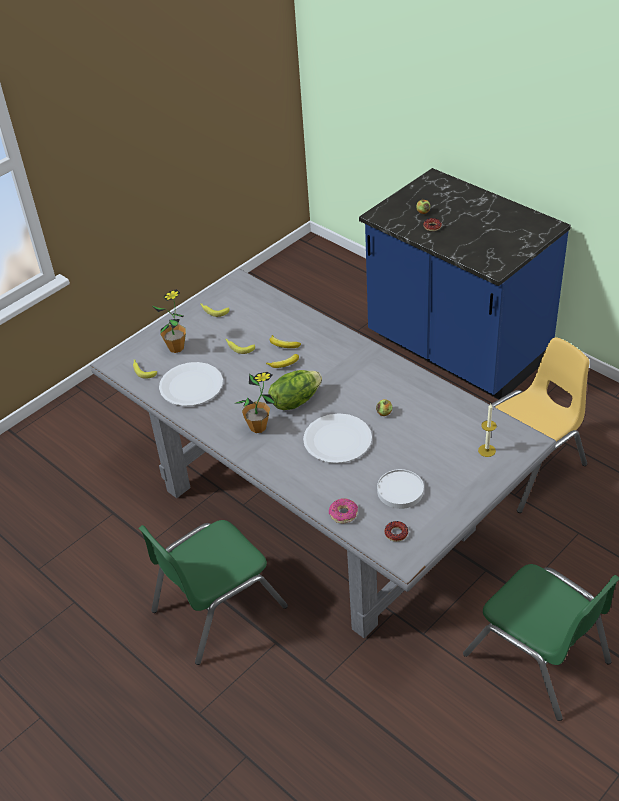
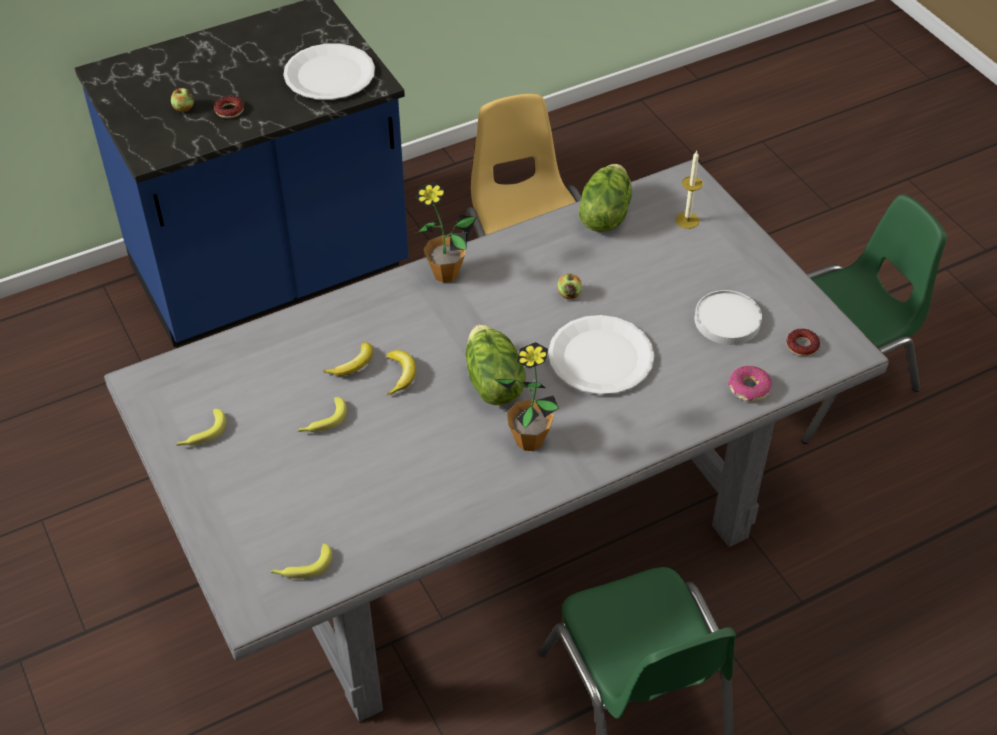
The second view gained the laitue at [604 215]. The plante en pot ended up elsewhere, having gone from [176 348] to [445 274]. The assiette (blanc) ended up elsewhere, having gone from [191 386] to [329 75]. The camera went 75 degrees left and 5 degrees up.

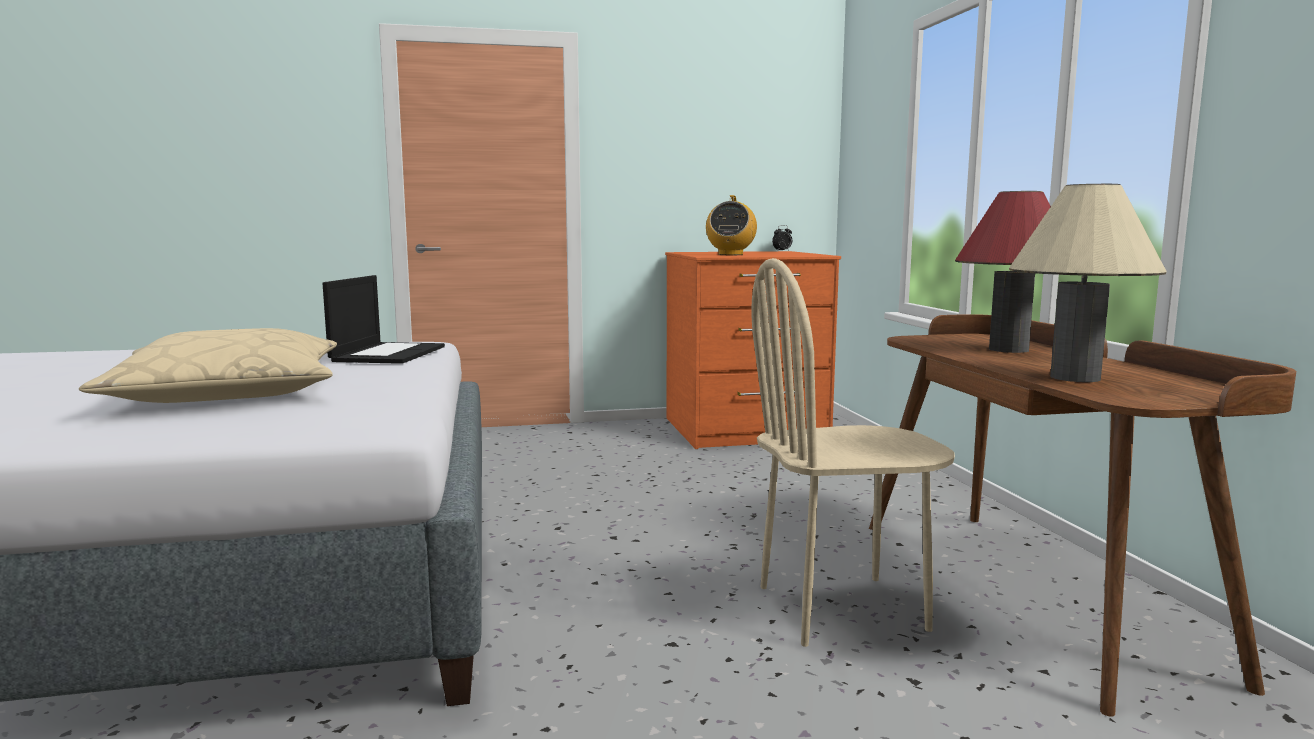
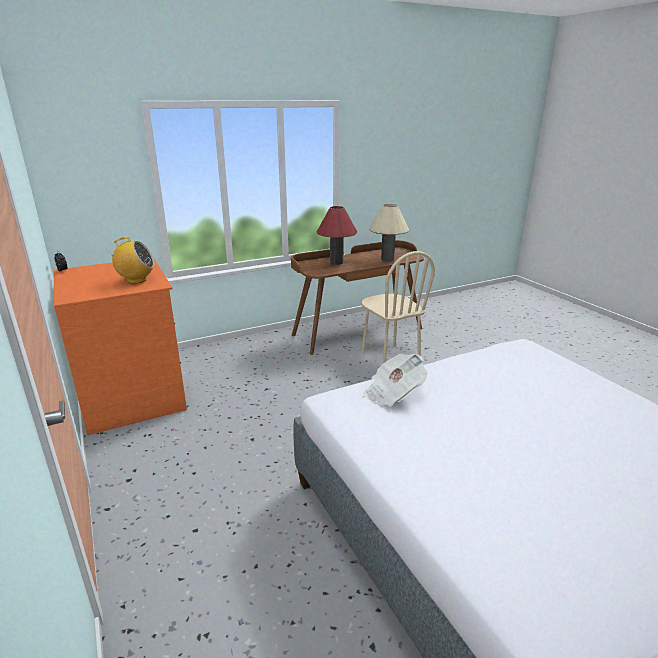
The second view lost the coussin (beige) at [229 393]. Where the ordinateur portable stood at [388 354], the journal came to stand at [393 393]. The camera went 105 degrees left and 15 degrees up.

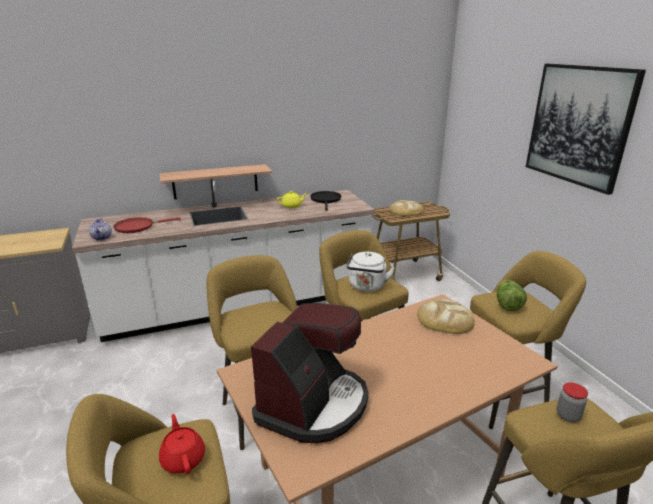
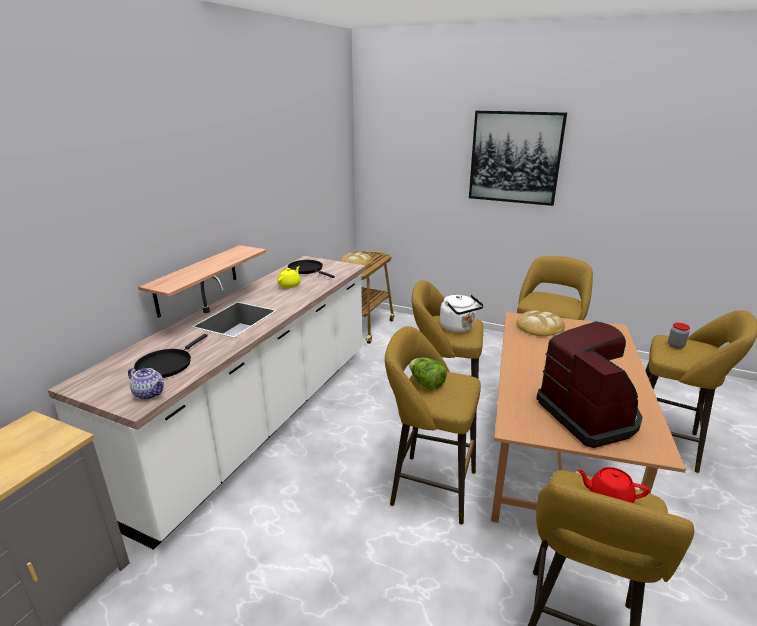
The laitue ended up elsewhere, having gone from [507 305] to [426 384]. What was the poêle (rouge) at [137 227] turned into the poêle (noir) at [167 365]. The camera went 45 degrees left and 0 degrees up.

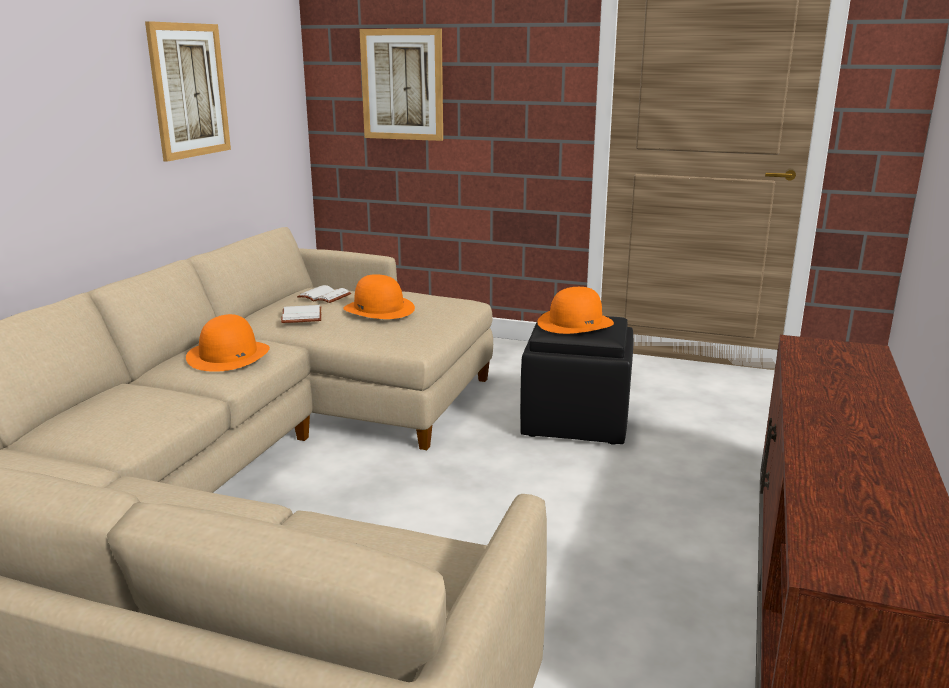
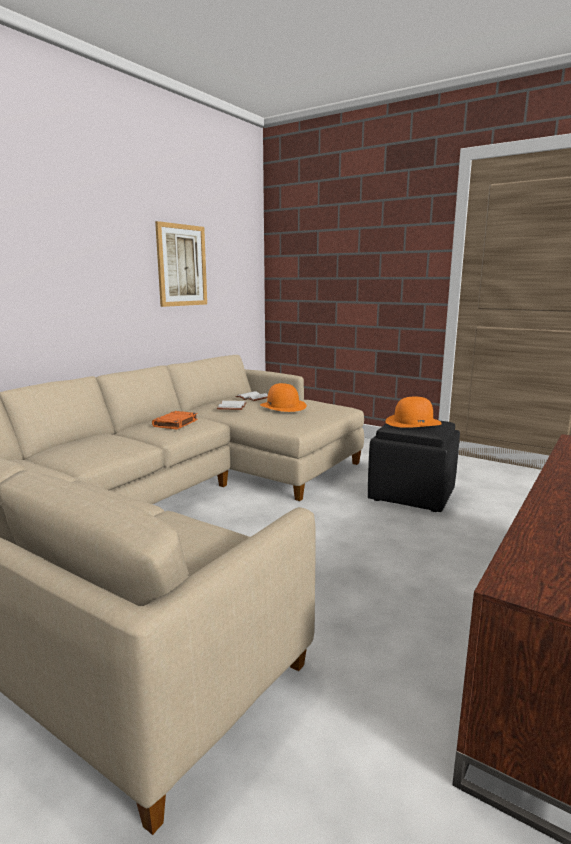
The second view lost the tableau at [402 85]. Where the chapeau (orange) stood at [228 355], the livre (orange) came to stand at [175 423]. The camera went 15 degrees right and 5 degrees down.

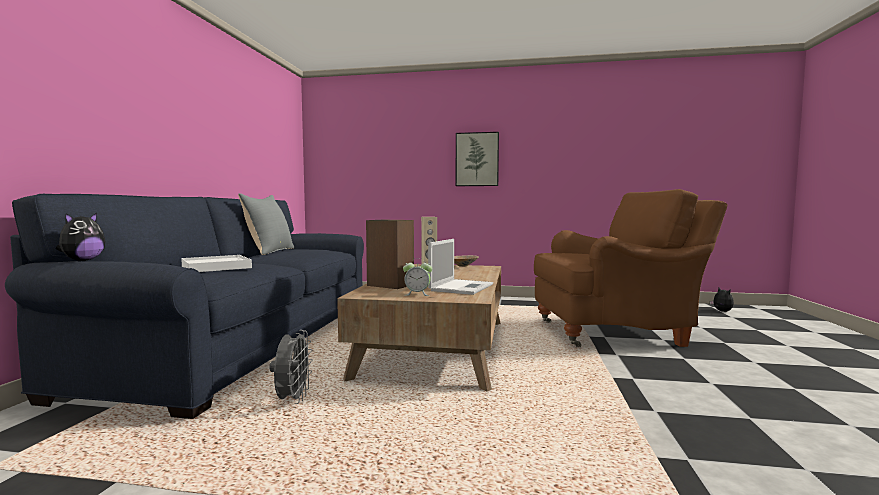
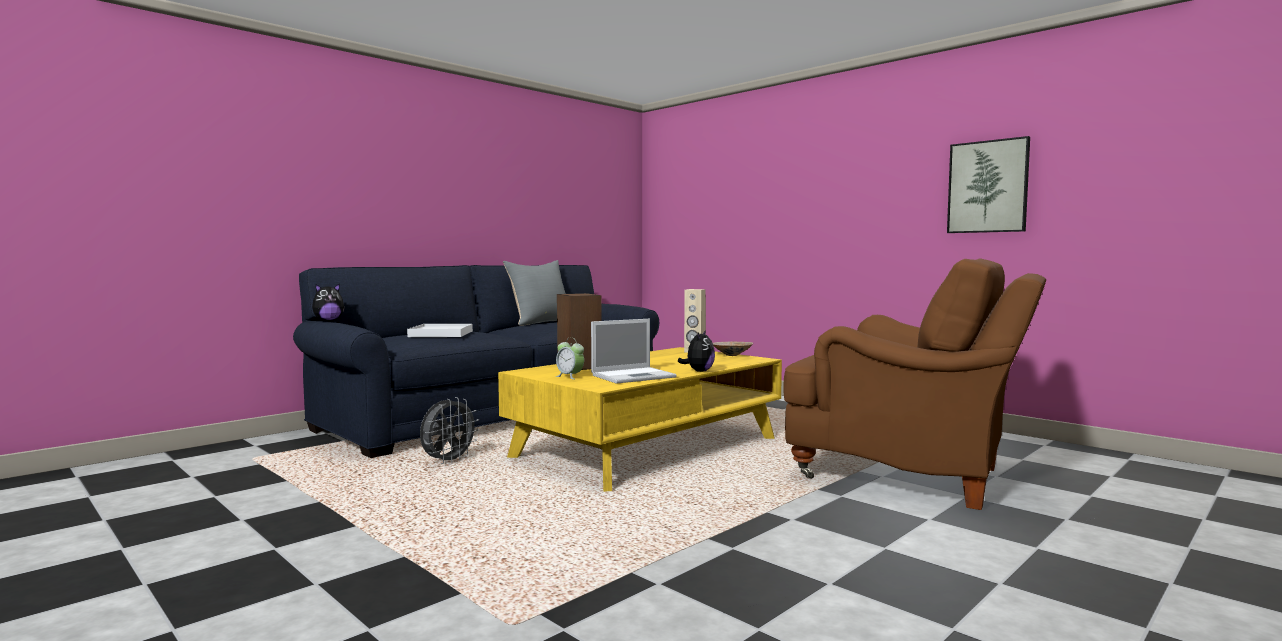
The tableau ended up elsewhere, having gone from [477 159] to [988 187]. The peluche ended up elsewhere, having gone from [721 311] to [698 371]. What was the table basse (marron) at [437 347] turned into the table basse (jaune) at [648 447]. The camera went 35 degrees right and 0 degrees up.

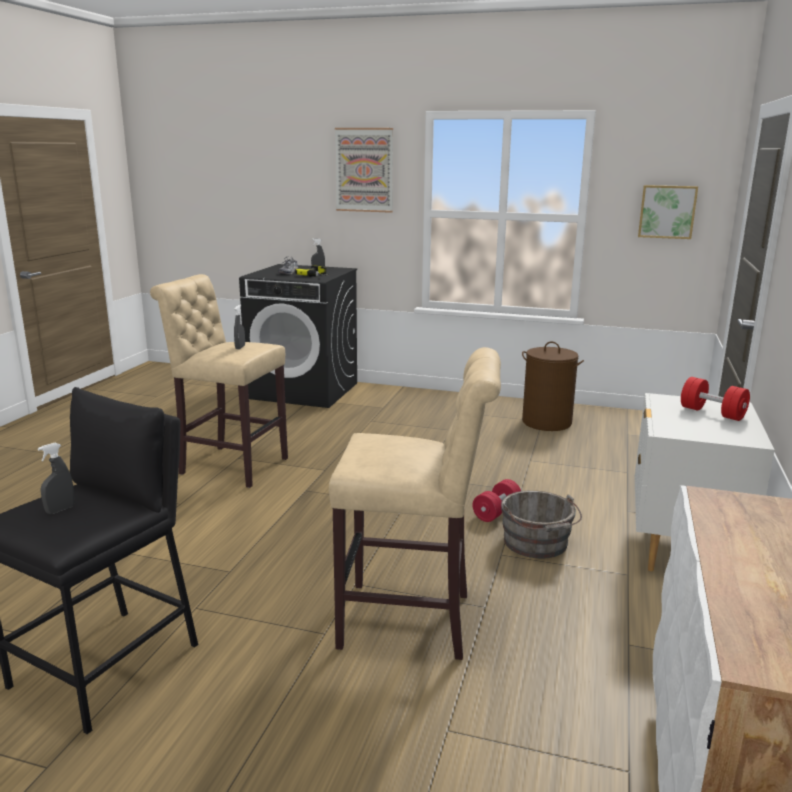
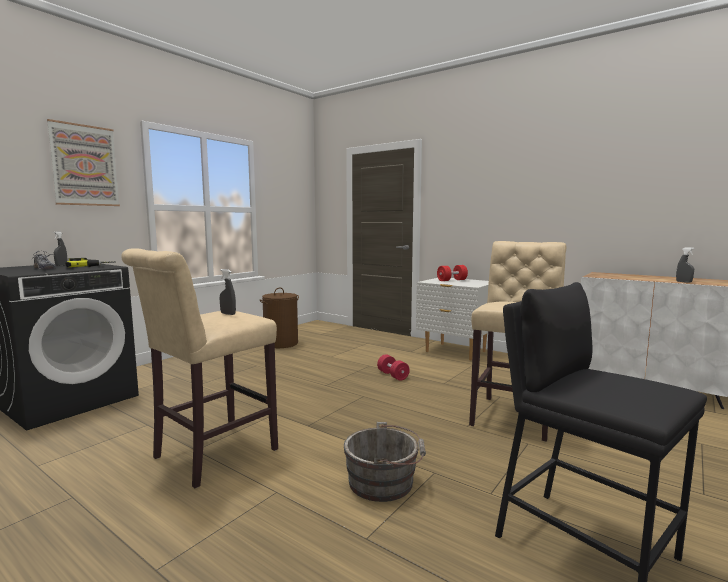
The second view lost the tableau at [667 211]. The vaporisateur (gris) ended up elsewhere, having gone from [60 510] to [683 282]. The seau (gris) ended up elsewhere, having gone from [537 544] to [385 482]. The camera went 70 degrees left and 10 degrees down.

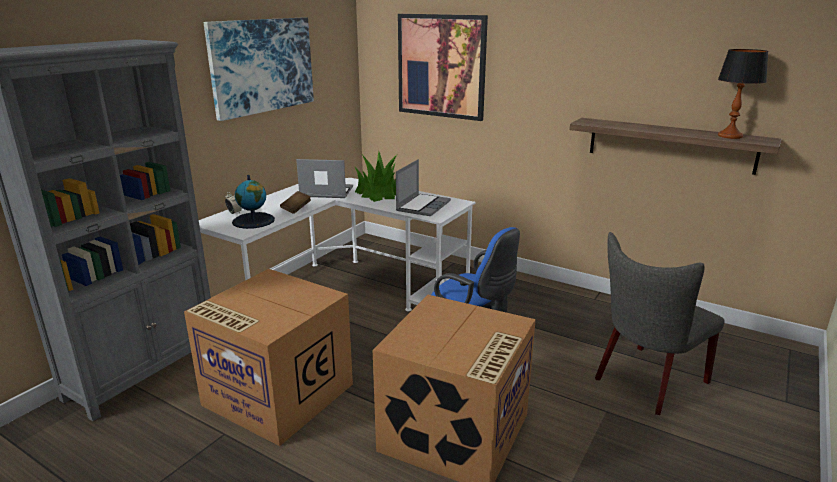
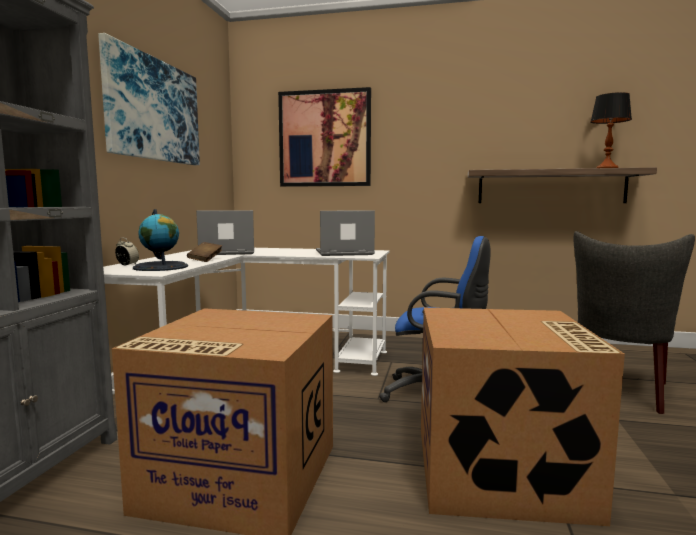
The second view lost the plante en pot at [380 193]. The ordinateur portable at [423 206] ended up facing another way, 105 degrees counterclockwise from before. The camera went 20 degrees left and 15 degrees down.

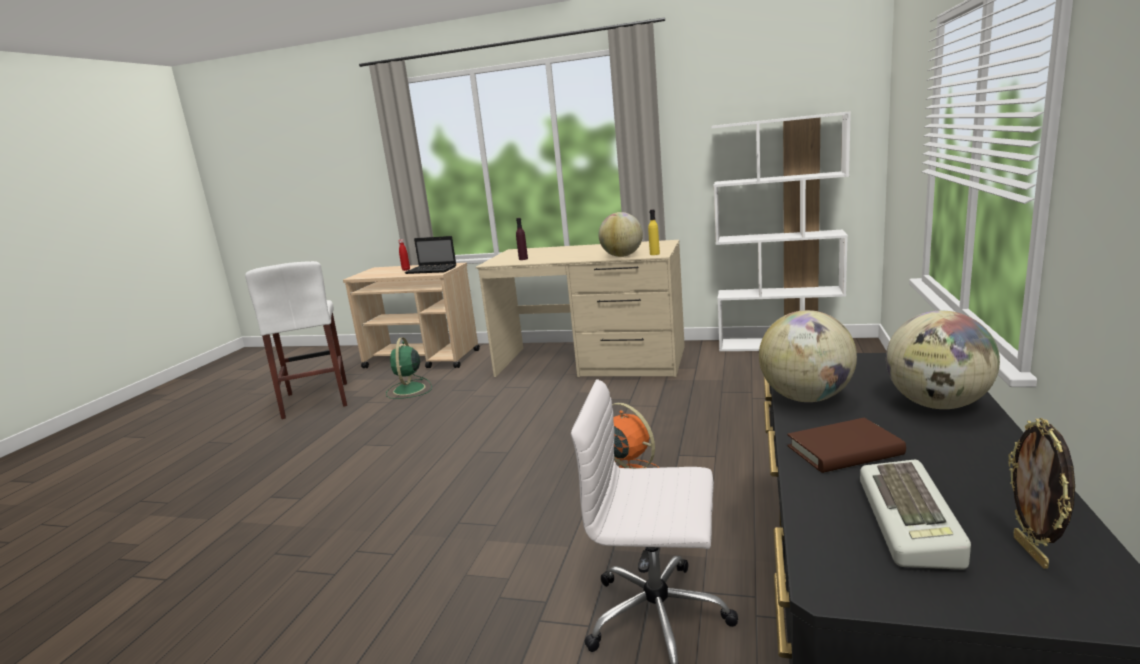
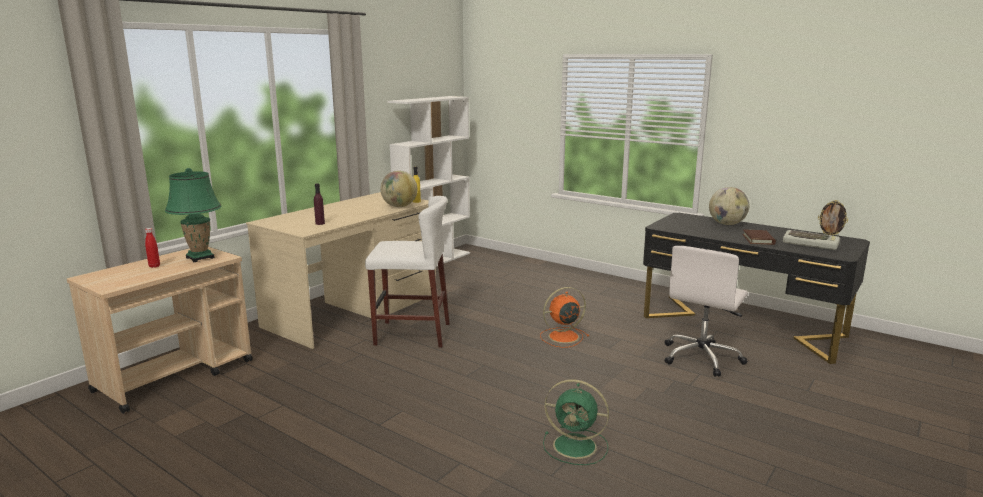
The second view lost the globe at [806 398]. The tabouret (blanc) ended up elsewhere, having gone from [316 400] to [412 334]. The ventilateur (vert) ended up elsewhere, having gone from [409 390] to [576 446]. Where the ordinateur portable stood at [432 270], the lampe de table (vert) came to stand at [200 258]. The camera went 70 degrees left and 0 degrees up.

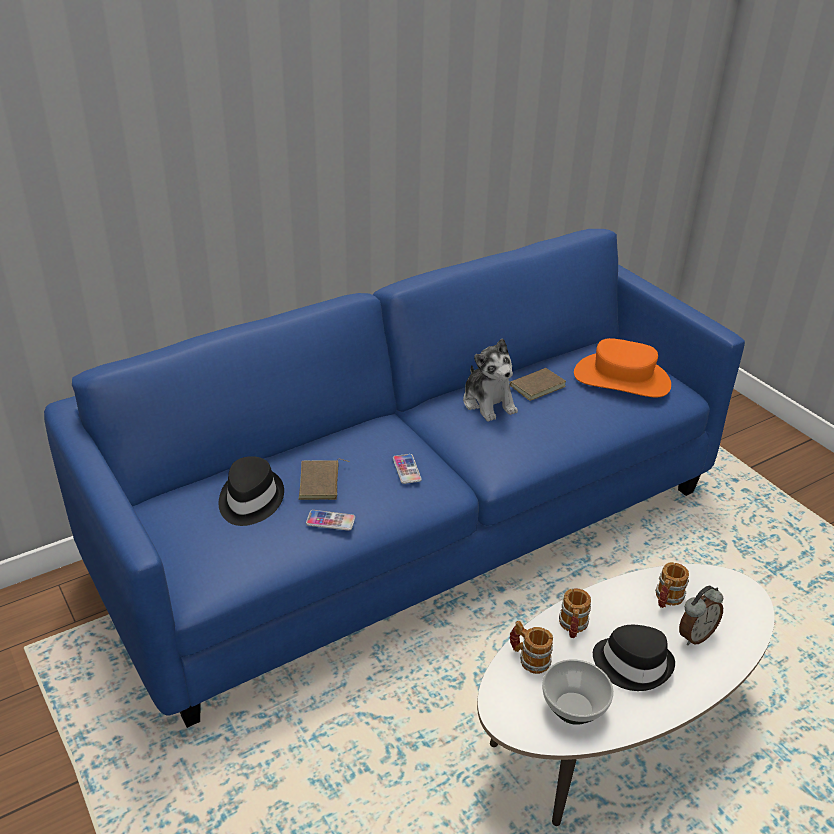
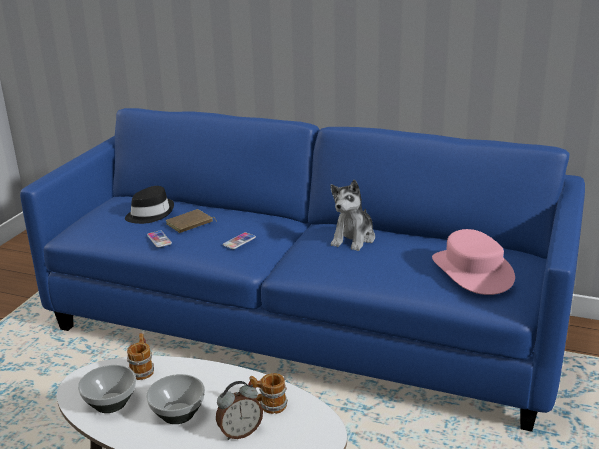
The second view lost the livre (marron) at [536 385]. The second view lost the mug at [572 627]. Where the chapeau (noir) stood at [633 664], the bol came to stand at [179 413]. What was the chapeau (orange) at [622 379] turned into the chapeau (rose) at [472 271]. The réveil at [695 635] ended up facing another way, 45 degrees counterclockwise from before. The camera went 55 degrees right and 10 degrees down.

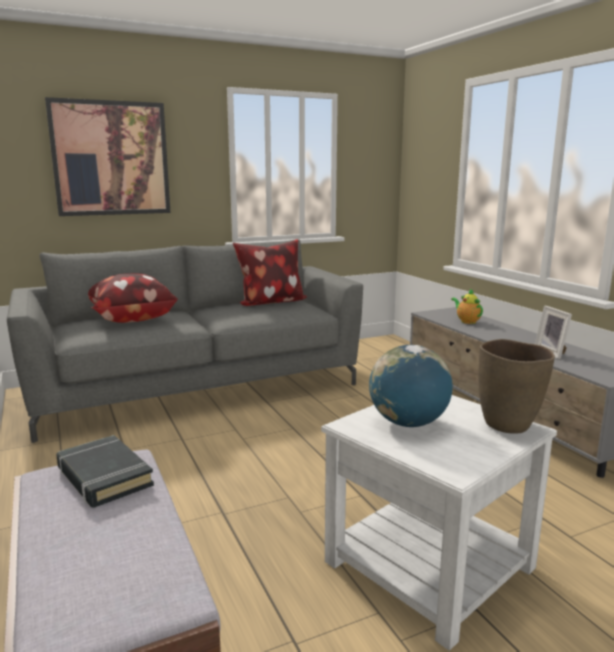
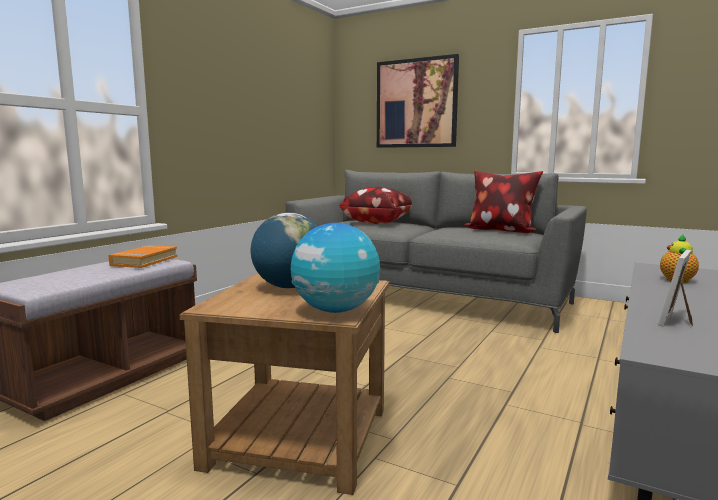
Where the vase (marron) stood at [508 425], the globe came to stand at [336 310]. What was the livre (noir) at [103 477] turned into the livre (orange) at [144 261]. What was the table d'appoint (blanc) at [428 564] turned into the table d'appoint (marron) at [299 437]. The camera went 55 degrees right and 5 degrees down.

